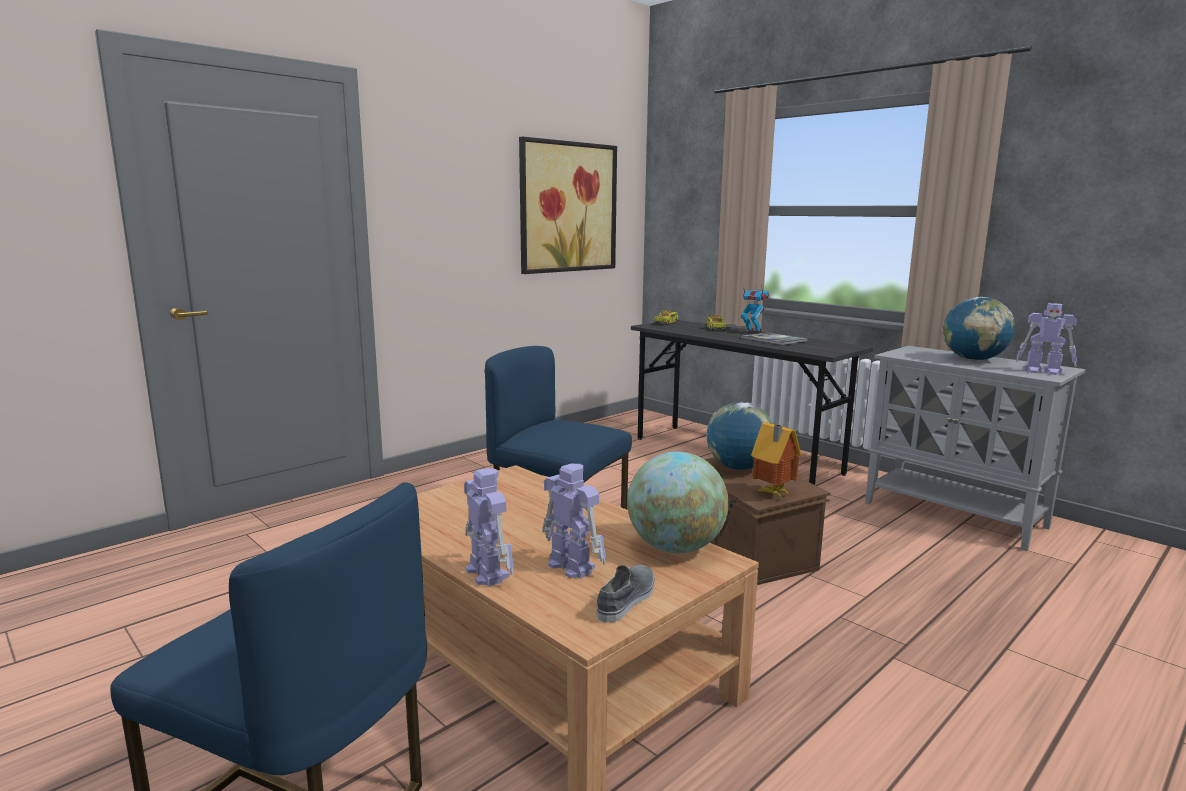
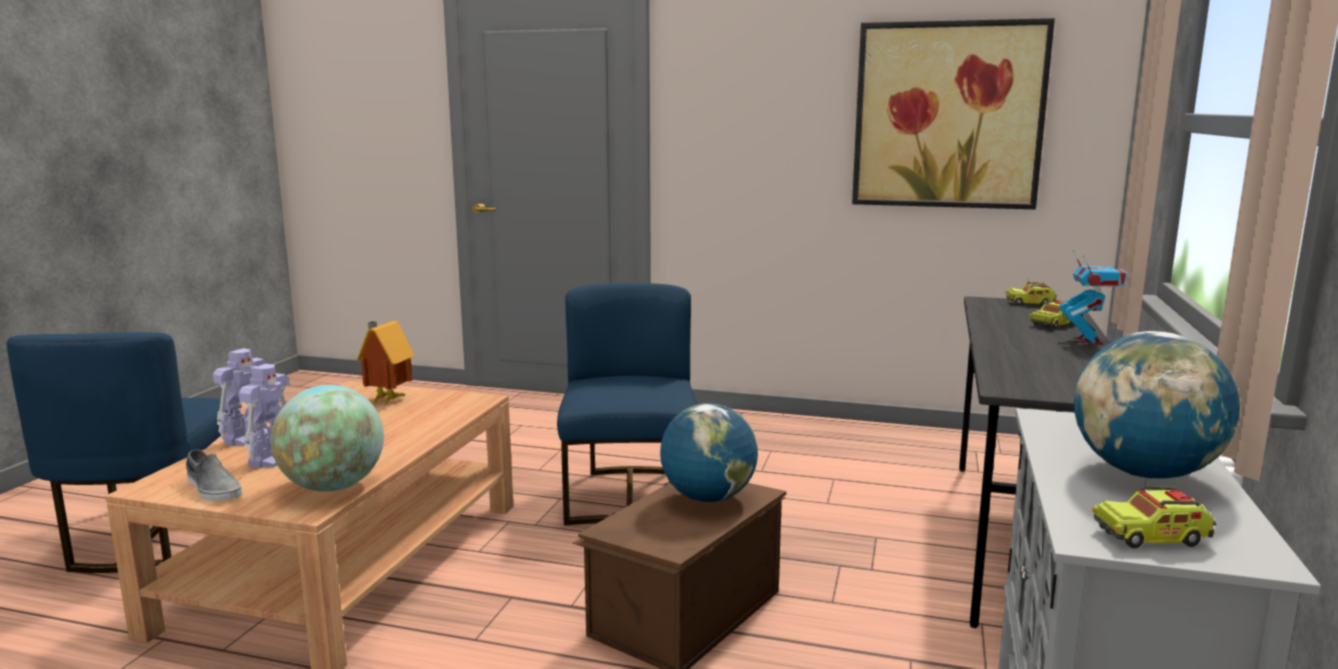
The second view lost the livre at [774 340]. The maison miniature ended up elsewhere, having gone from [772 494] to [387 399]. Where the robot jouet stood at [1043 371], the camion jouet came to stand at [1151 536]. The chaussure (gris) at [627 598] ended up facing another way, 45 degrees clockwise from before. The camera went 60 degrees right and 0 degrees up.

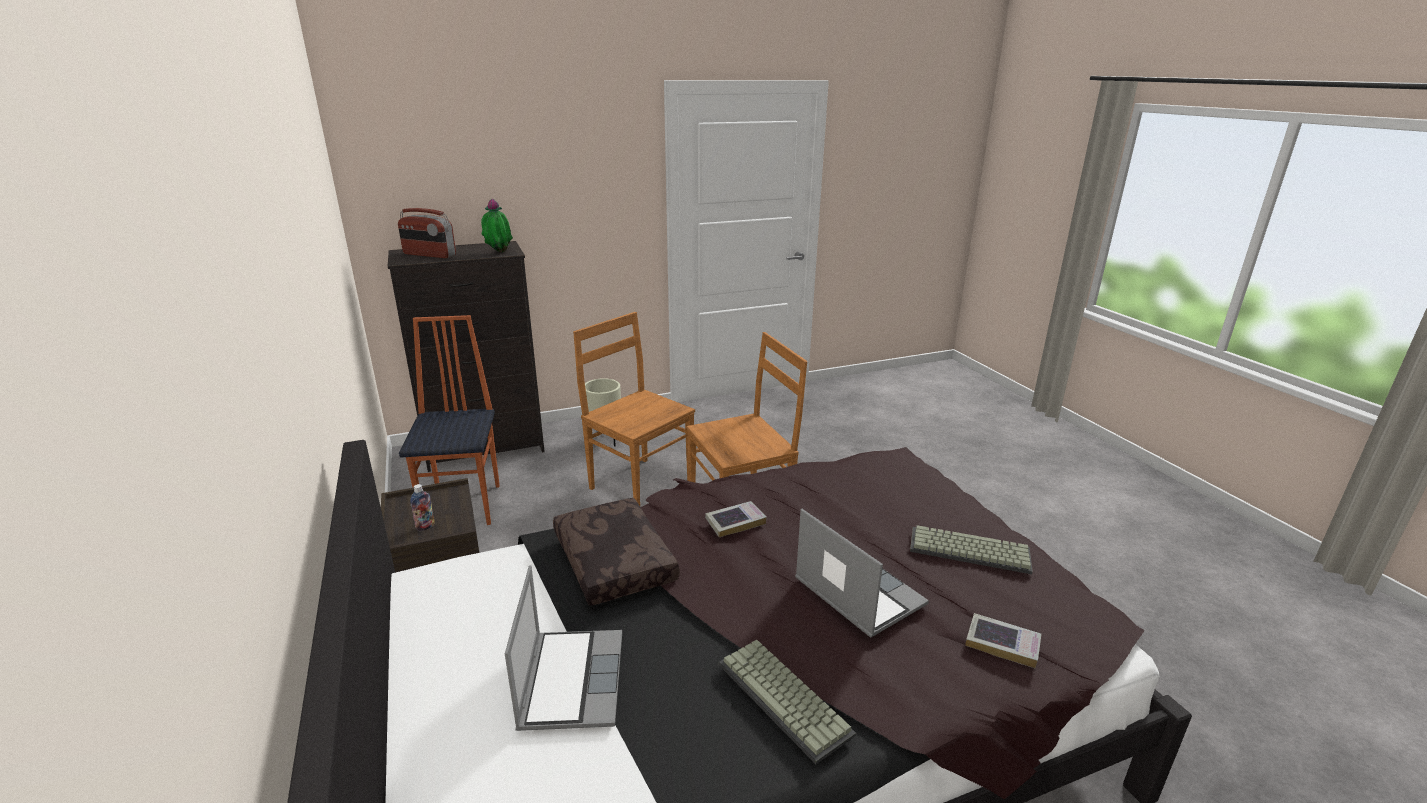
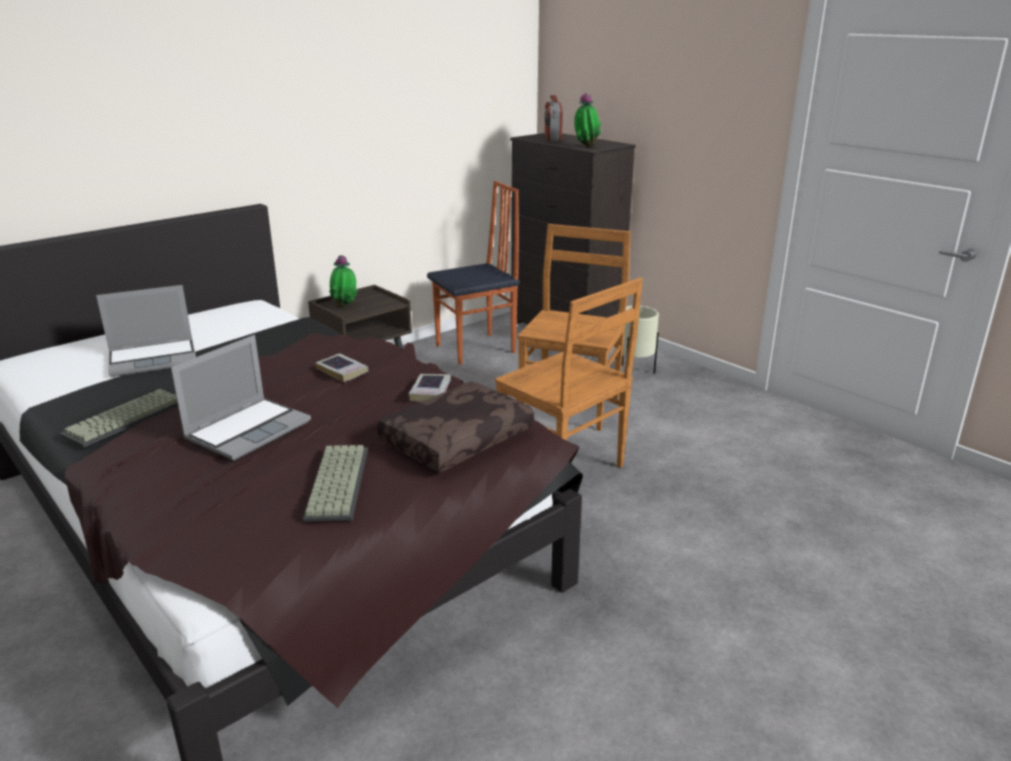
The coussin (marron) ended up elsewhere, having gone from [611 562] to [456 438]. The livre ended up elsewhere, having gone from [1002 644] to [430 391]. Where the bouteille stood at [425 526], the plante en pot came to stand at [345 306]. The camera went 70 degrees right and 0 degrees up.

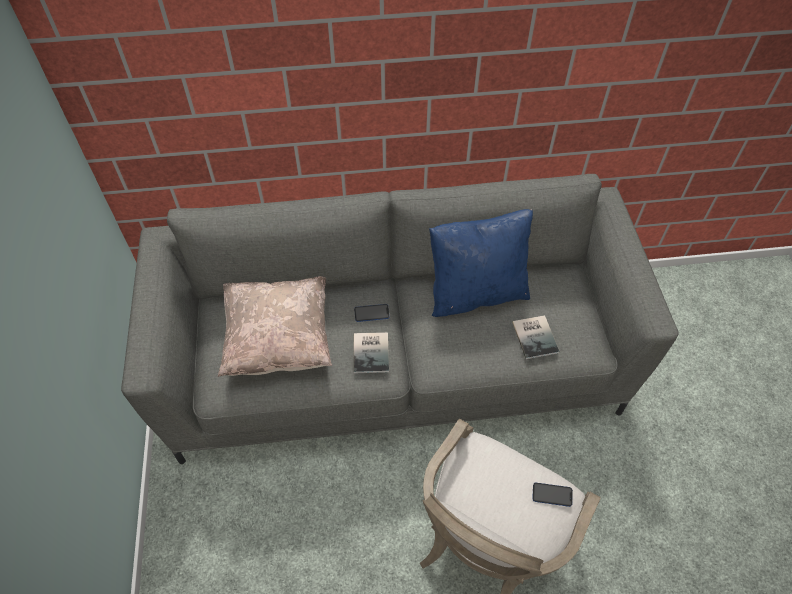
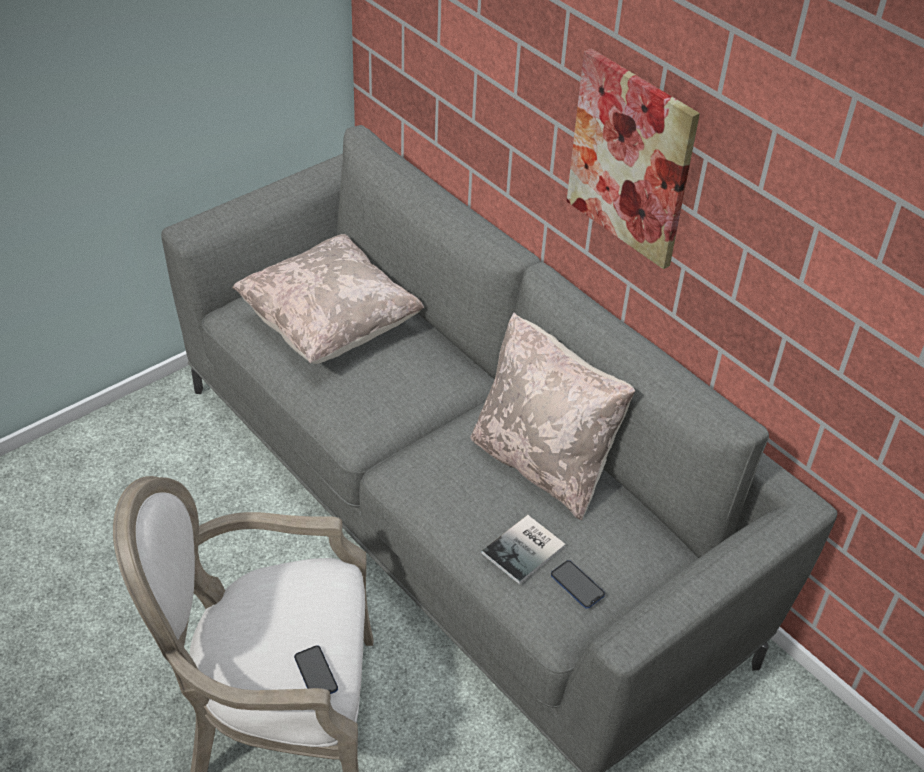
The second view lost the livre at [372 352]. The second view gained the tableau at [631 159]. The téléphone ended up elsewhere, having gone from [371 313] to [577 585]. What was the coussin (bleu) at [476 293] turned into the coussin (beige) at [543 463]. The camera went 55 degrees right and 10 degrees down.

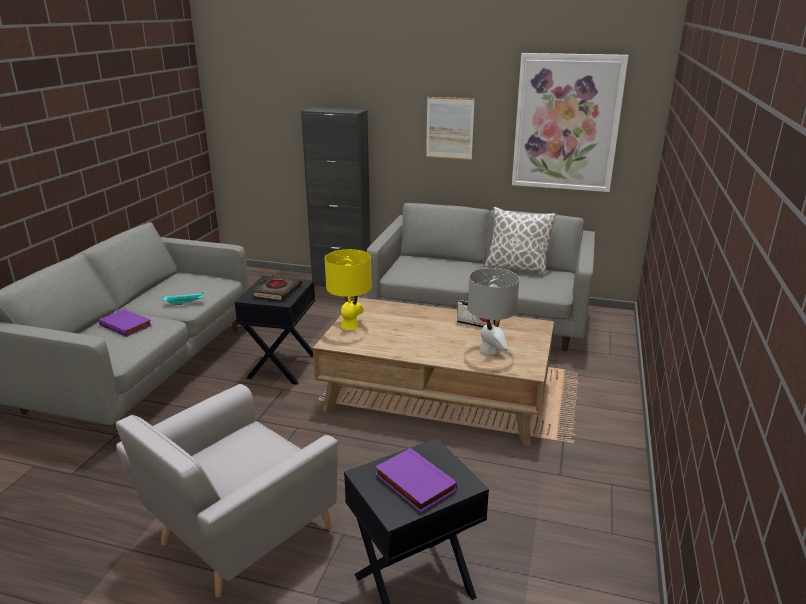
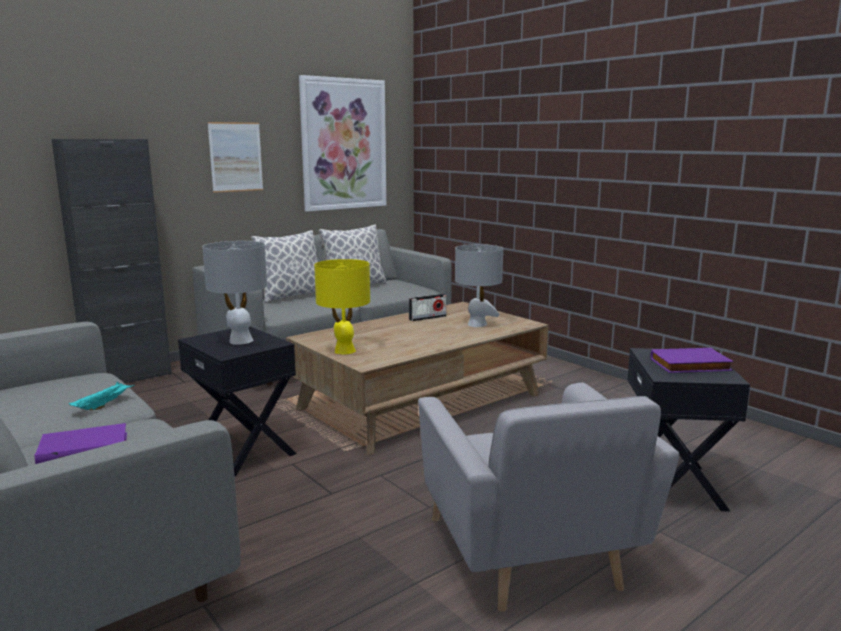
The second view gained the coussin at [291 296]. Where the livre (noir) stood at [277 291], the lampe de table (gris) came to stand at [240 340]. The camera went 55 degrees left and 10 degrees down.

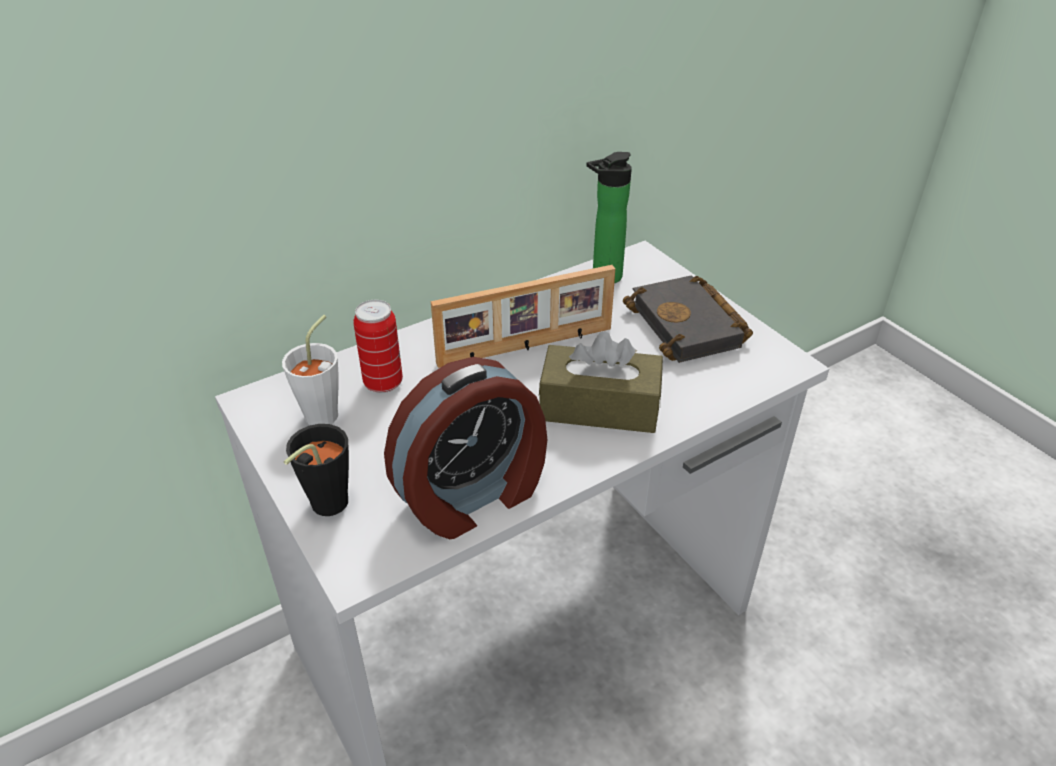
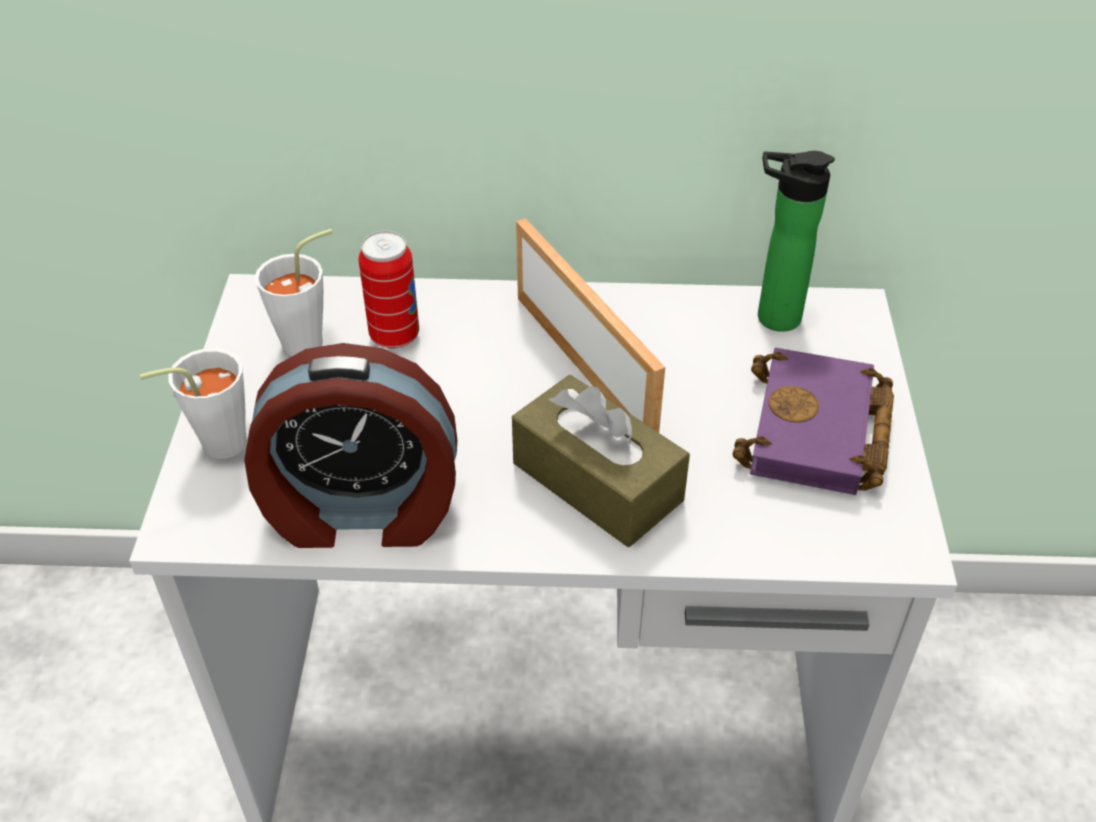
What was the tasse (noir) at [323 508] turned into the tasse (blanc) at [214 445]. What was the livre (noir) at [690 327] turned into the livre (violet) at [818 435]. The cadre photo at [526 347] ended up facing another way, 135 degrees counterclockwise from before. The camera went 35 degrees right and 5 degrees up.

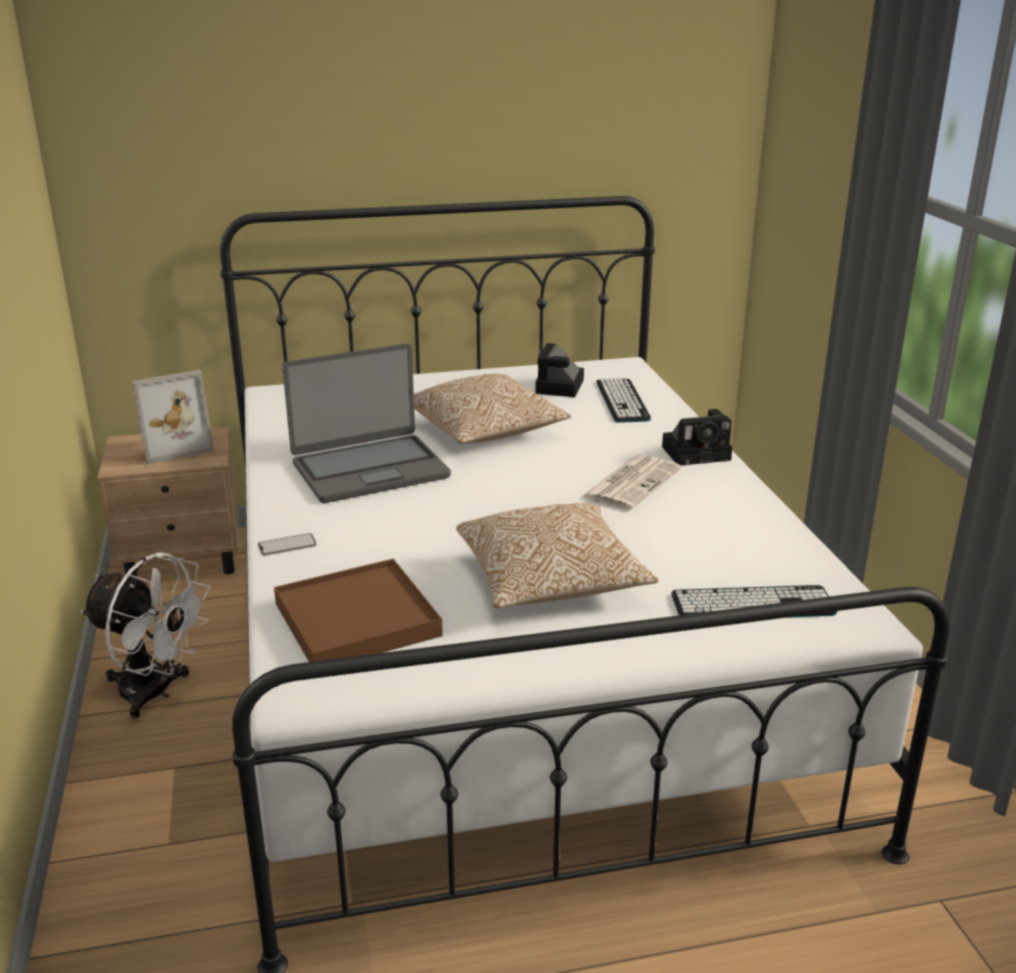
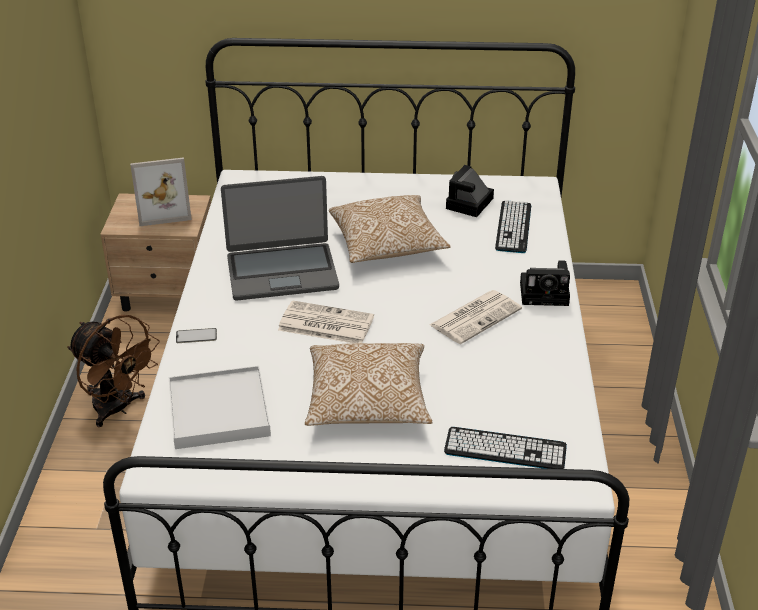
The second view gained the journal at [324 324]. What was the ventilateur (blanc) at [156 693] turned into the ventilateur (marron) at [118 409]. What was the plateau (marron) at [357 619] turned into the plateau (blanc) at [219 411]. The camera went 15 degrees right and 10 degrees up.

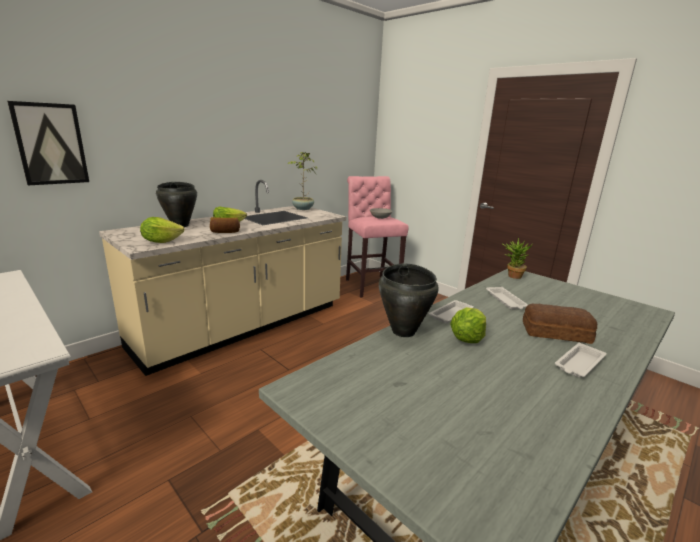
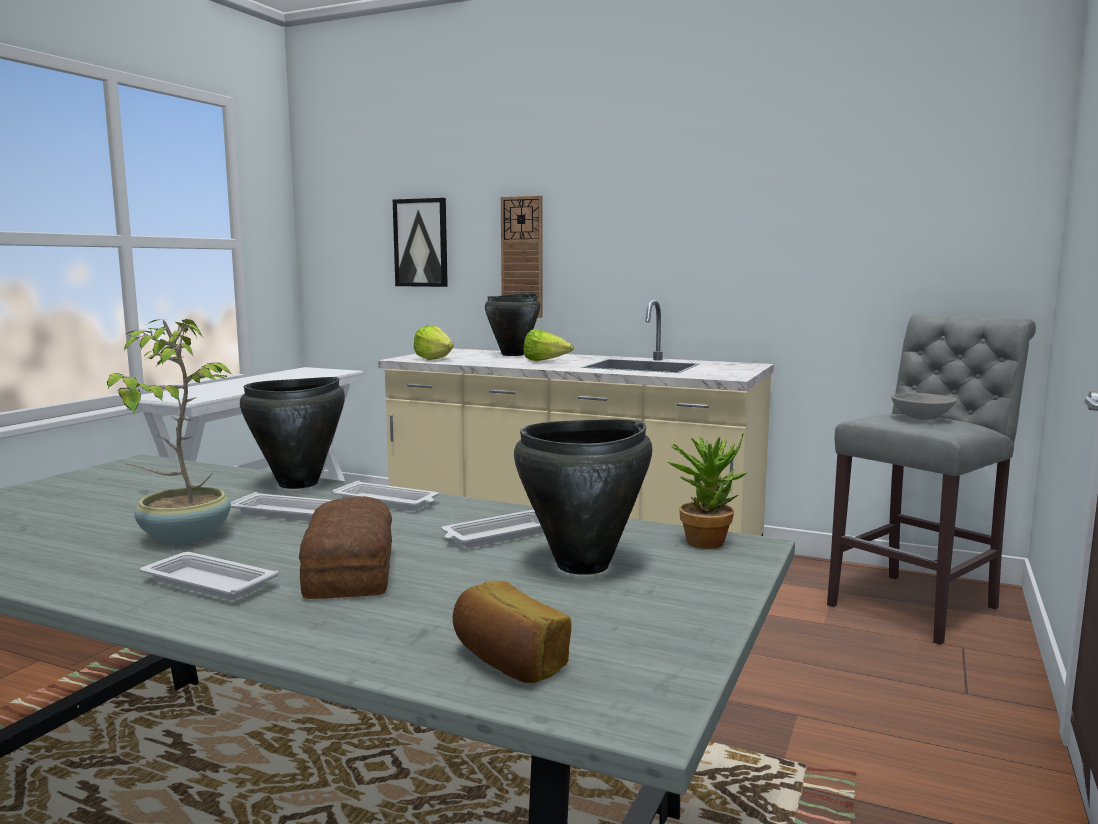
The second view gained the horloge murale at [522 257]. The second view gained the marmite (noir) at [584 565]. The pain ended up elsewhere, having gone from [225 232] to [508 661]. The plante en pot ended up elsewhere, having gone from [302 209] to [183 537]. Where the laitue stood at [467 338], the plateau (blanc) came to stand at [289 513]. What was the tabouret (rose) at [371 285] turned into the tabouret (gris) at [918 605]. The camera went 70 degrees right and 10 degrees down.

